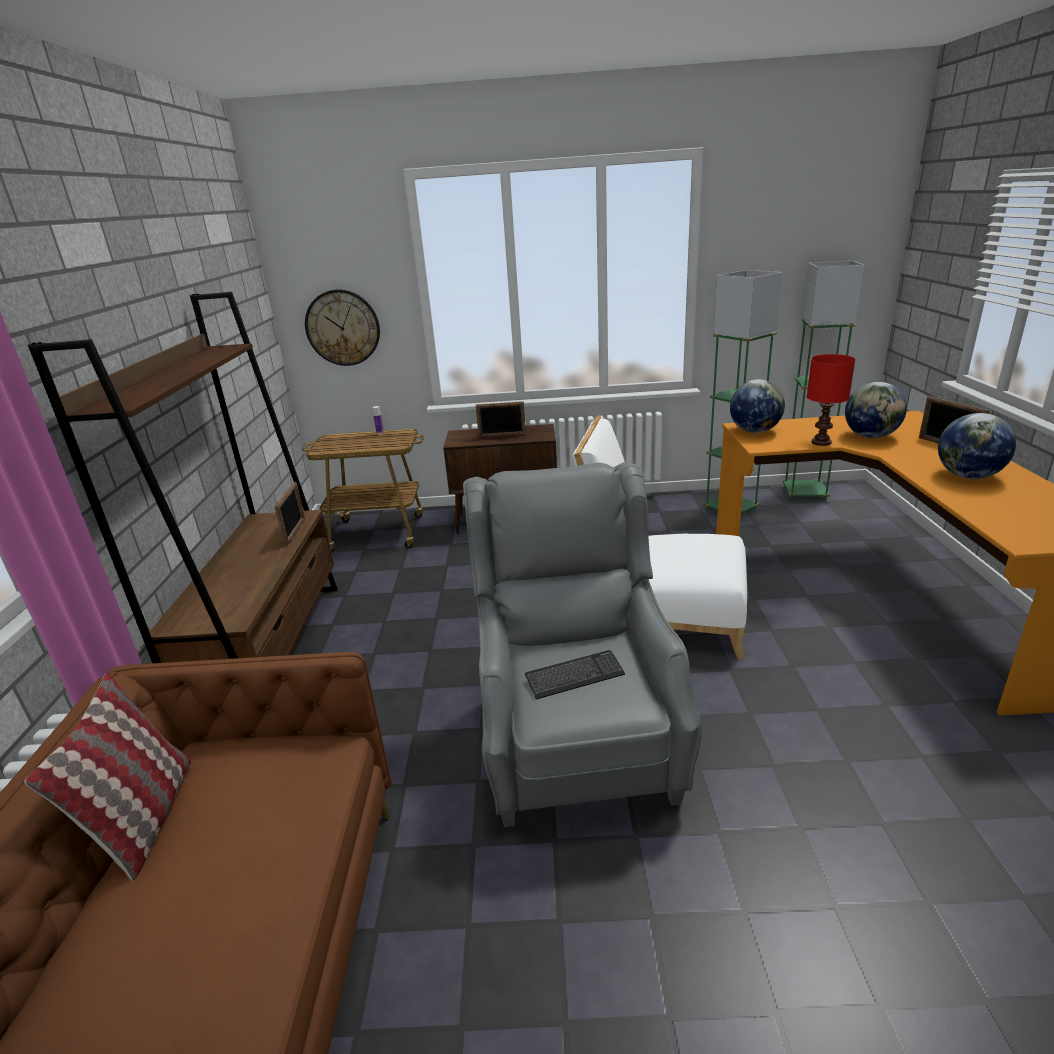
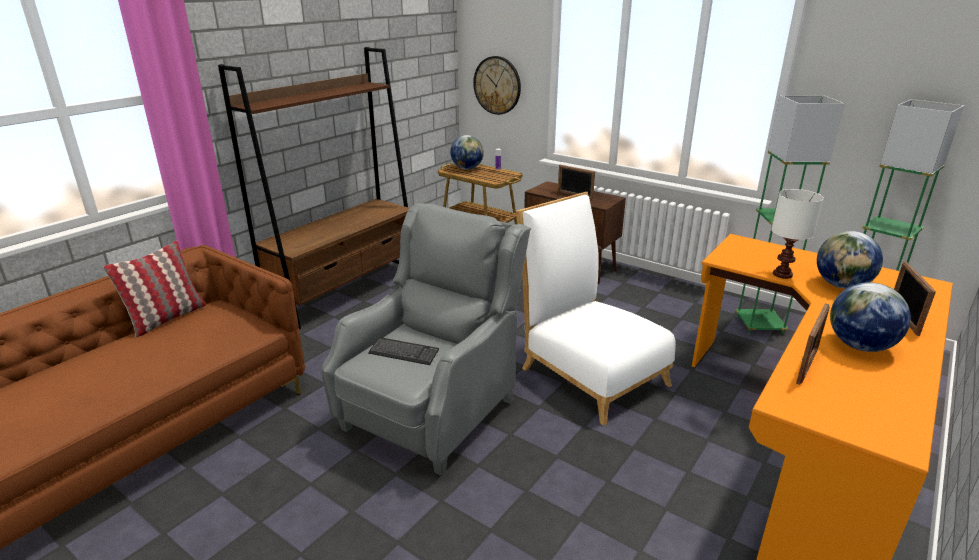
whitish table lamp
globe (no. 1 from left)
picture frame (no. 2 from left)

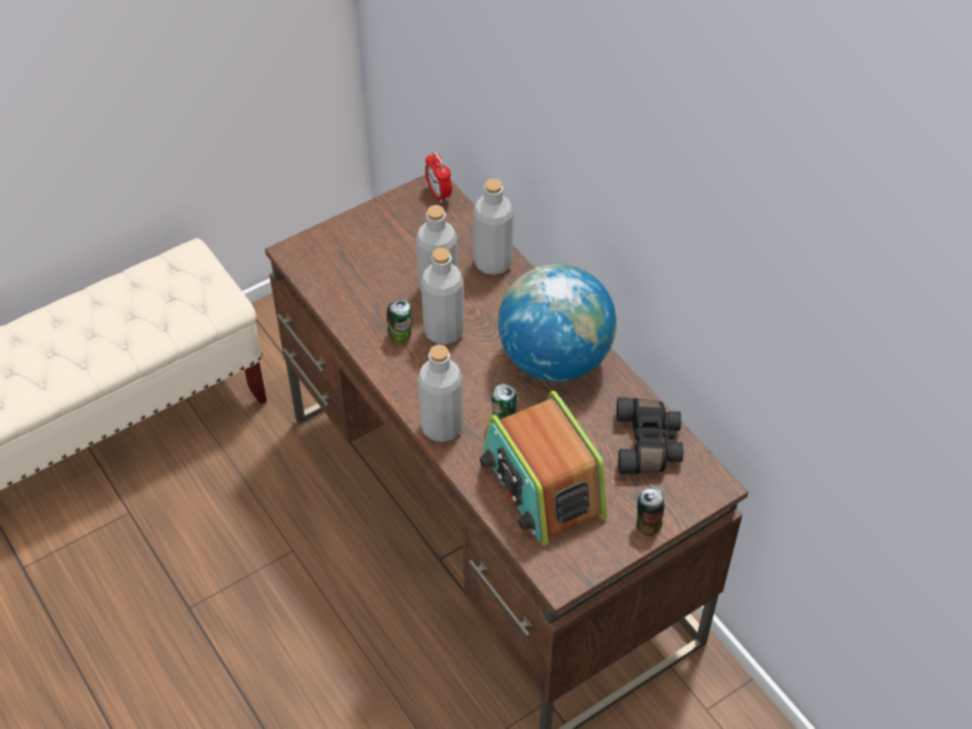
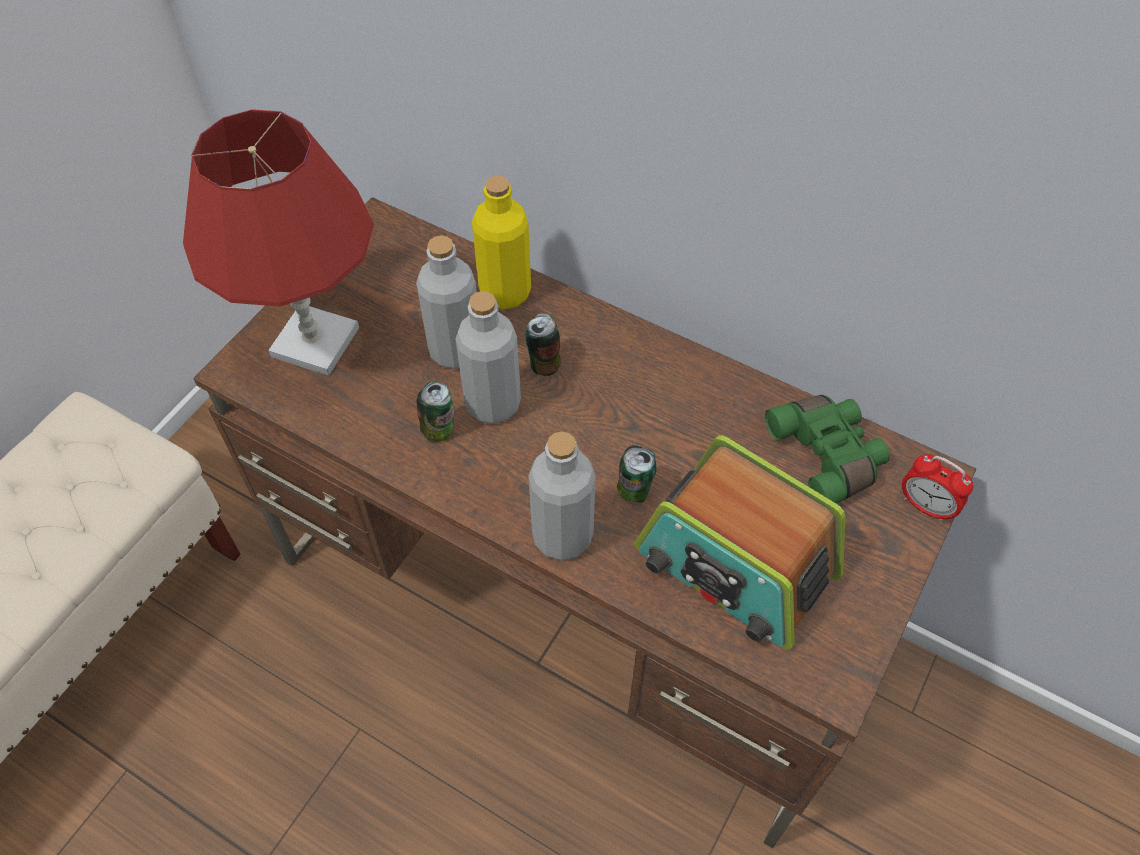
alarm clock
yellow-coloured drink bottle
globe
green pair of binoculars
sealed can (no. 2 from left)
red table lamp

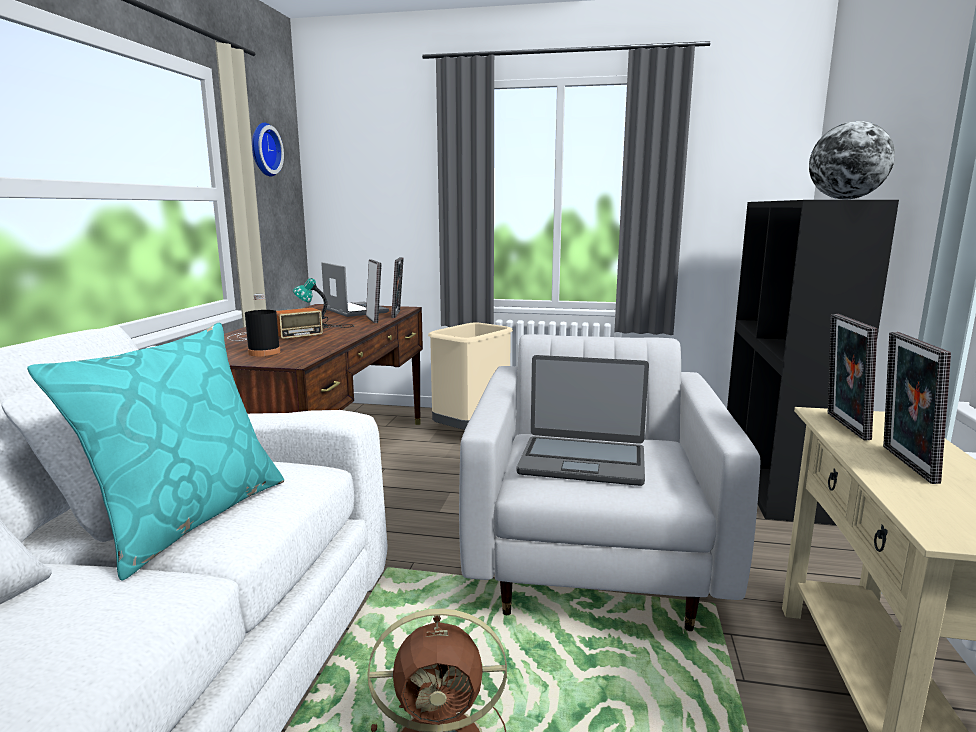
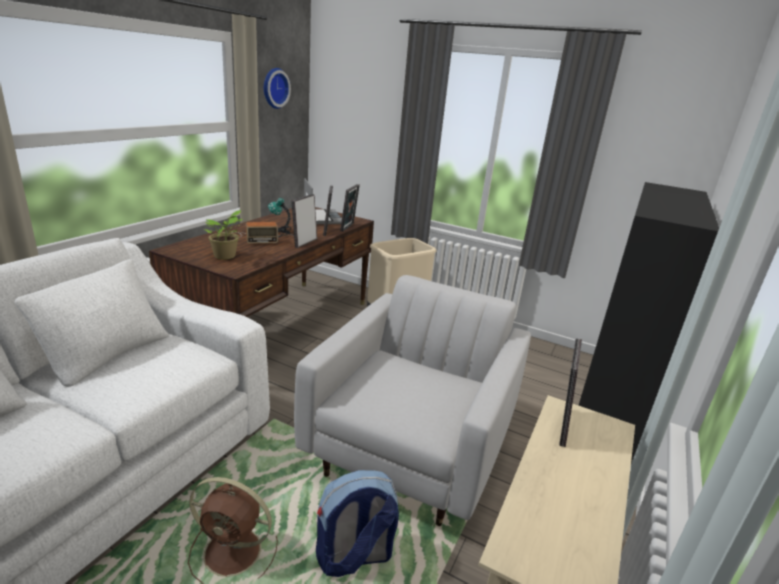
globe
potted plant
turquoise throw pillow
picture frame (no. 1 from left)
notebook computer (no. 2 from left in the first image)
backpack

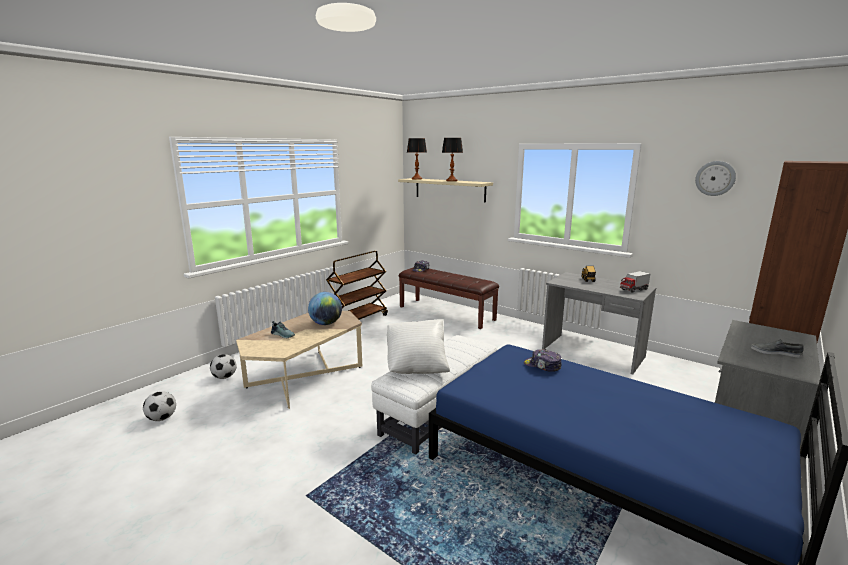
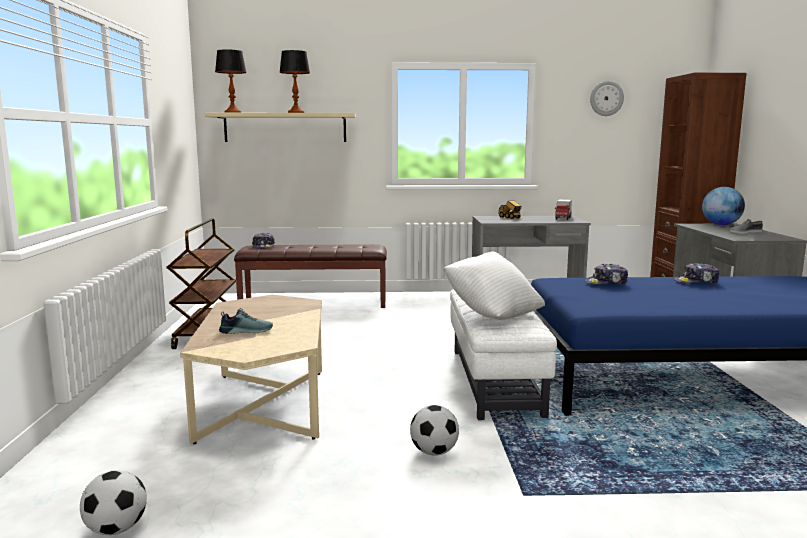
globe
football ball (no. 2 from left)
cap (no. 3 from left)

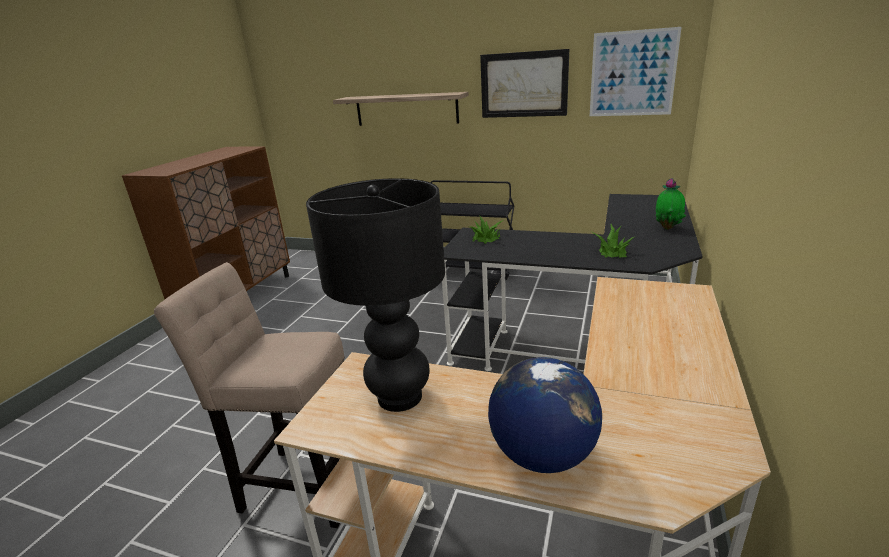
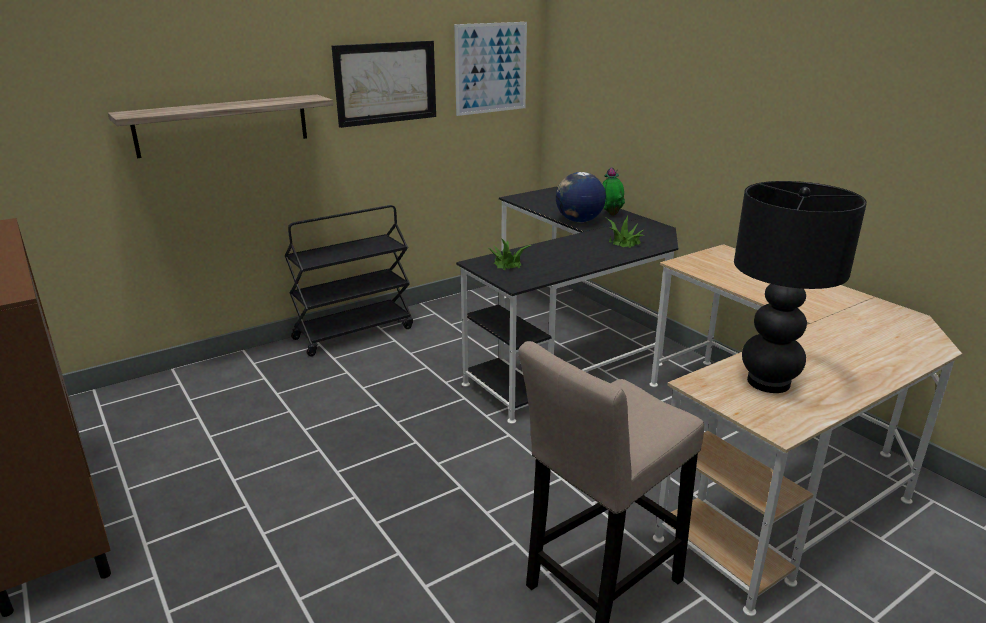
globe

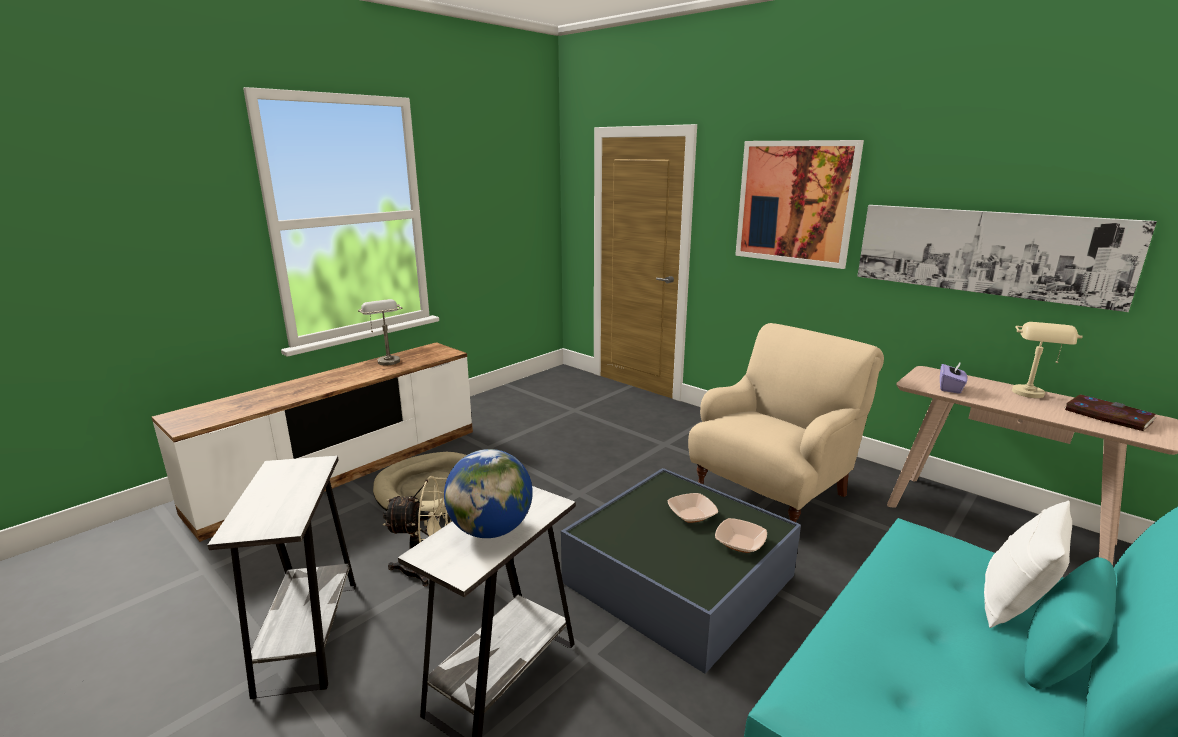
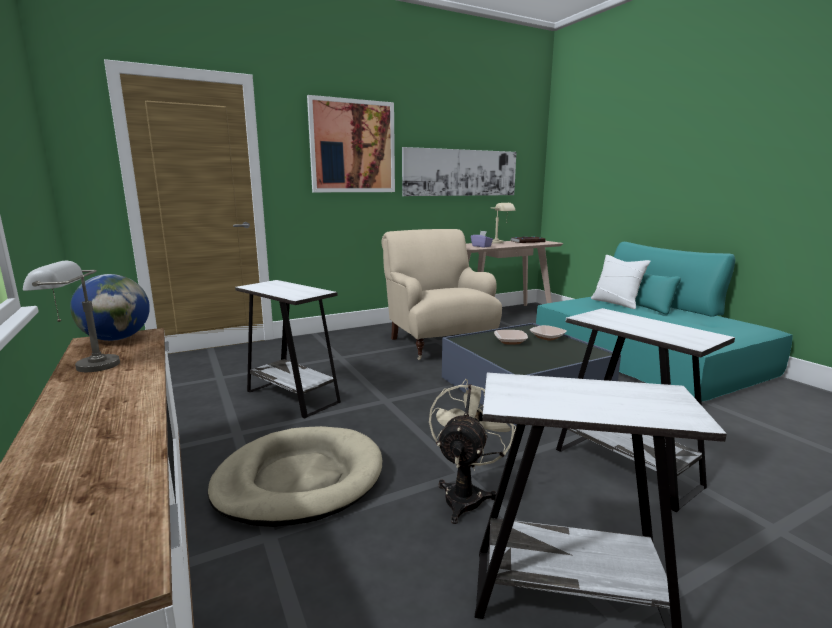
globe
whitish side table (no. 1 from left)

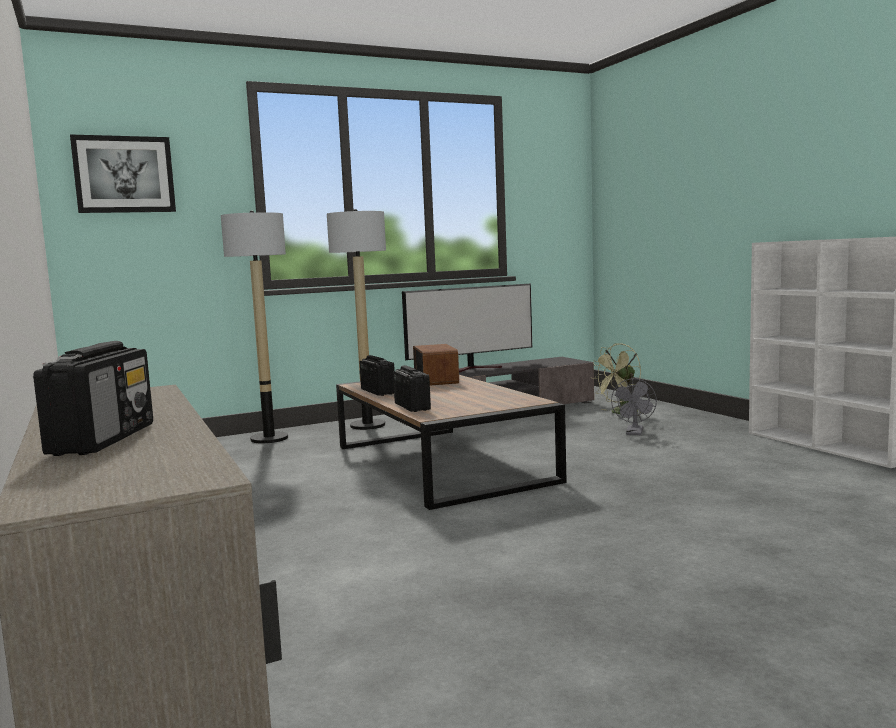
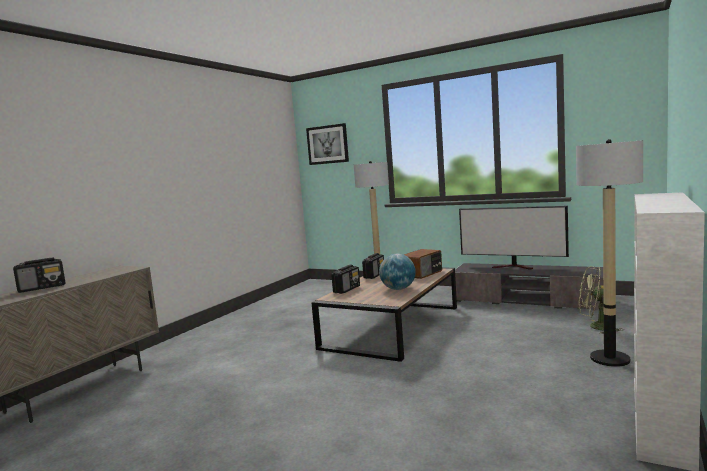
standing lamp (no. 2 from left)
greyish electric fan
globe

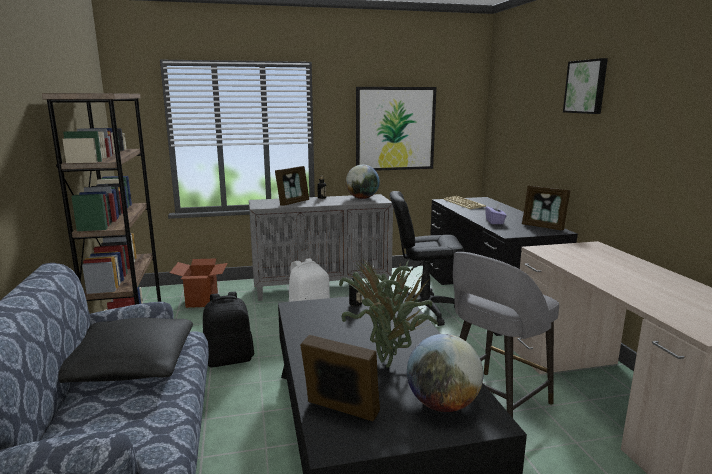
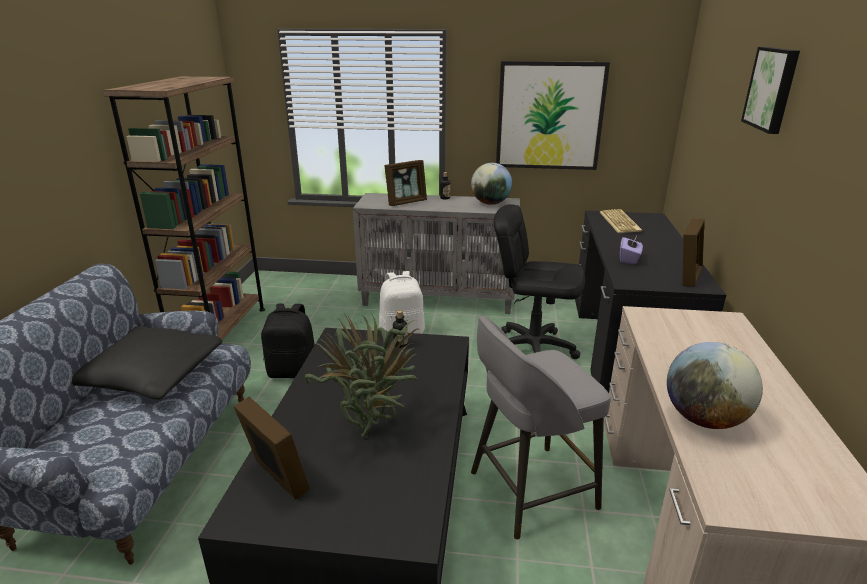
picture frame (no. 3 from left)
cardboard box
globe (no. 2 from left)

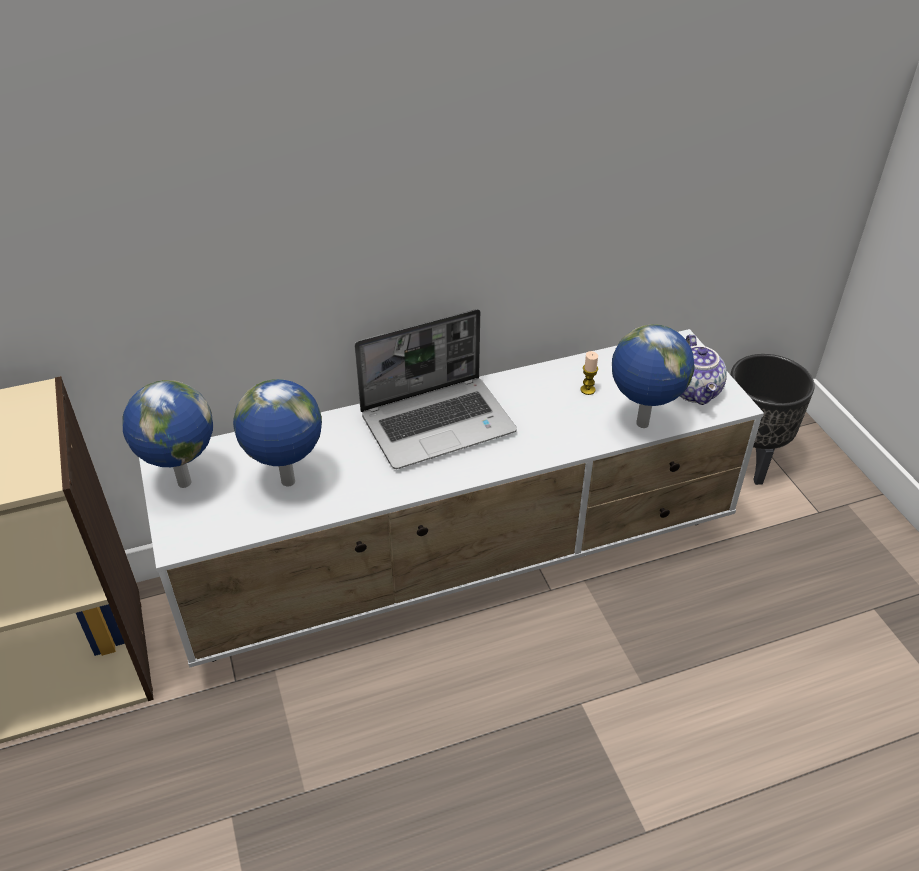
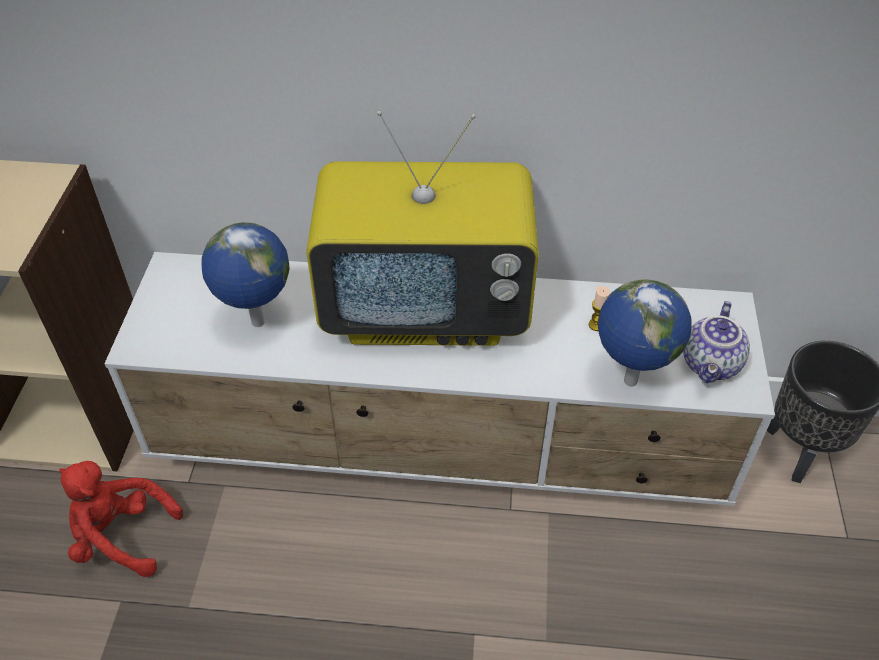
TV set
globe (no. 1 from left in the first image)
red plush toy

